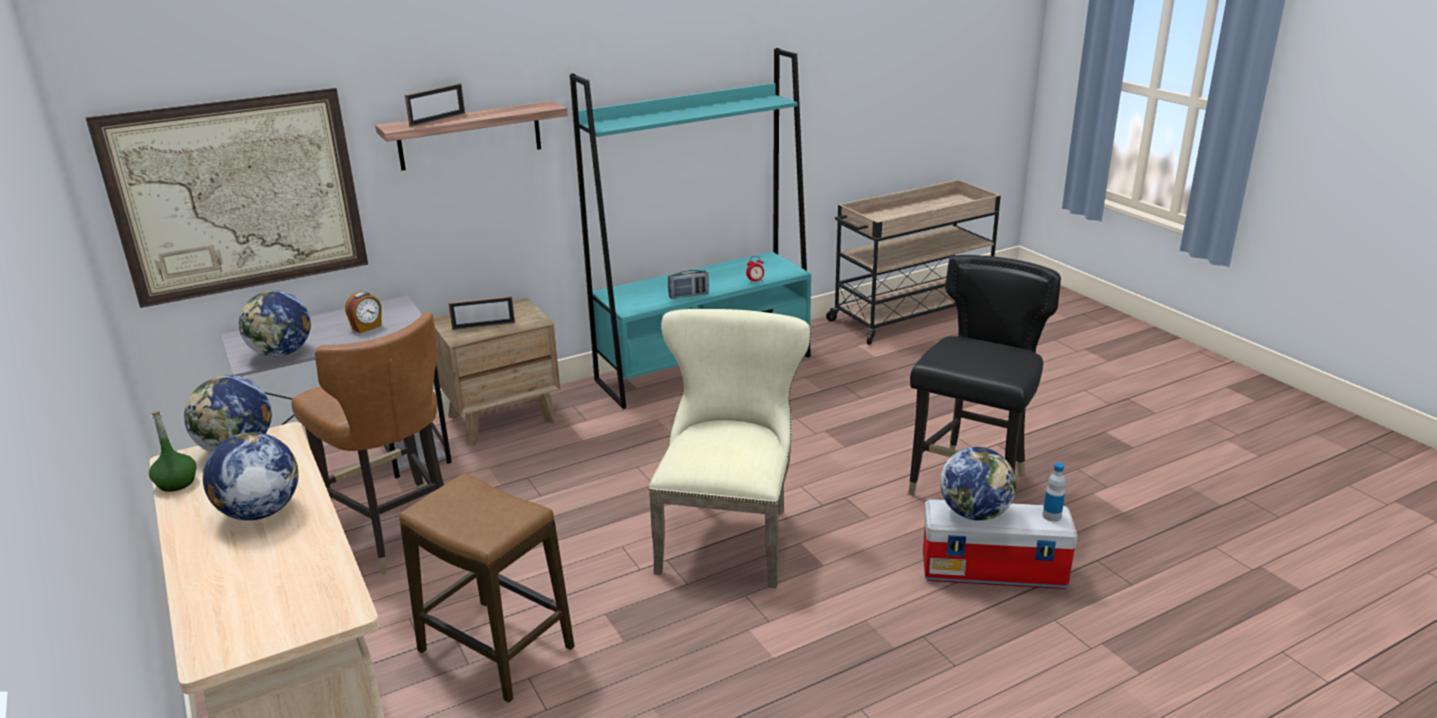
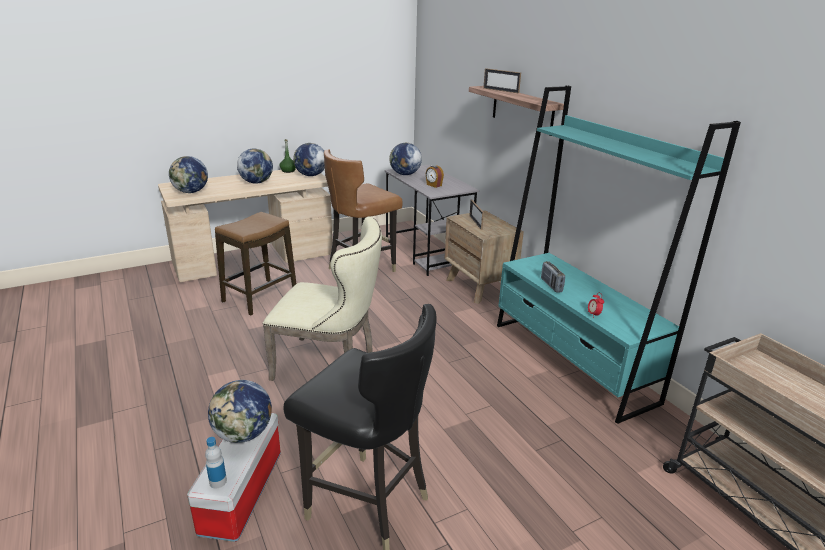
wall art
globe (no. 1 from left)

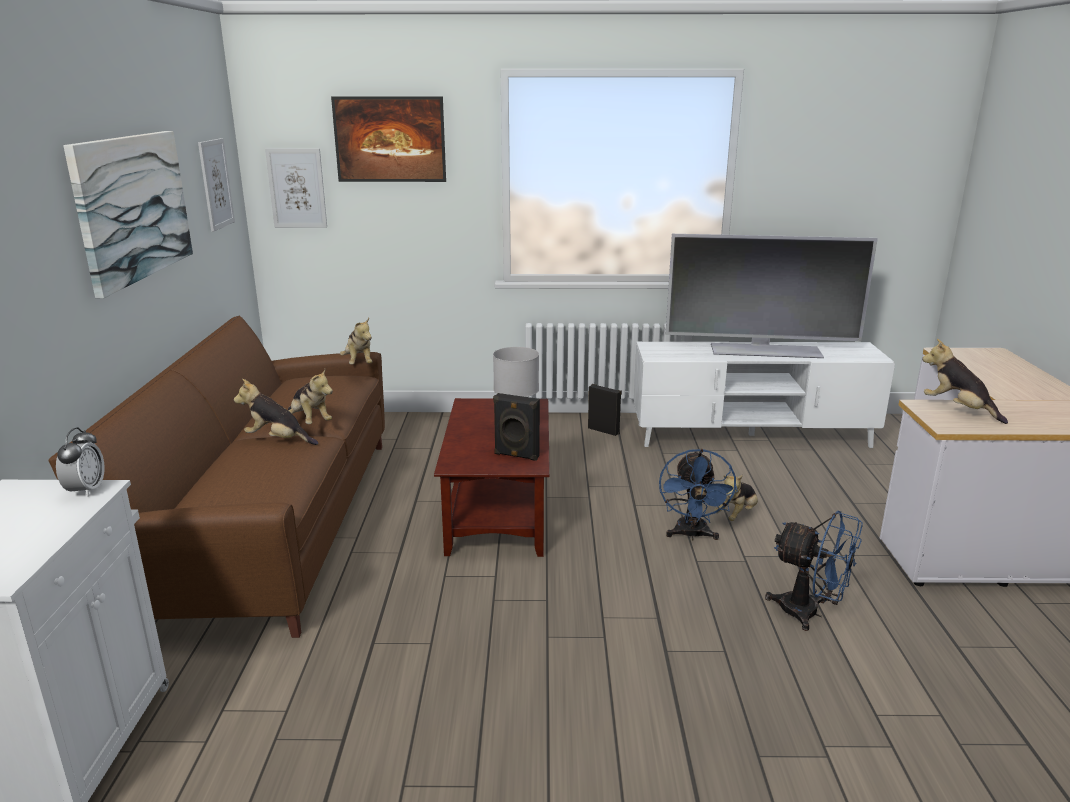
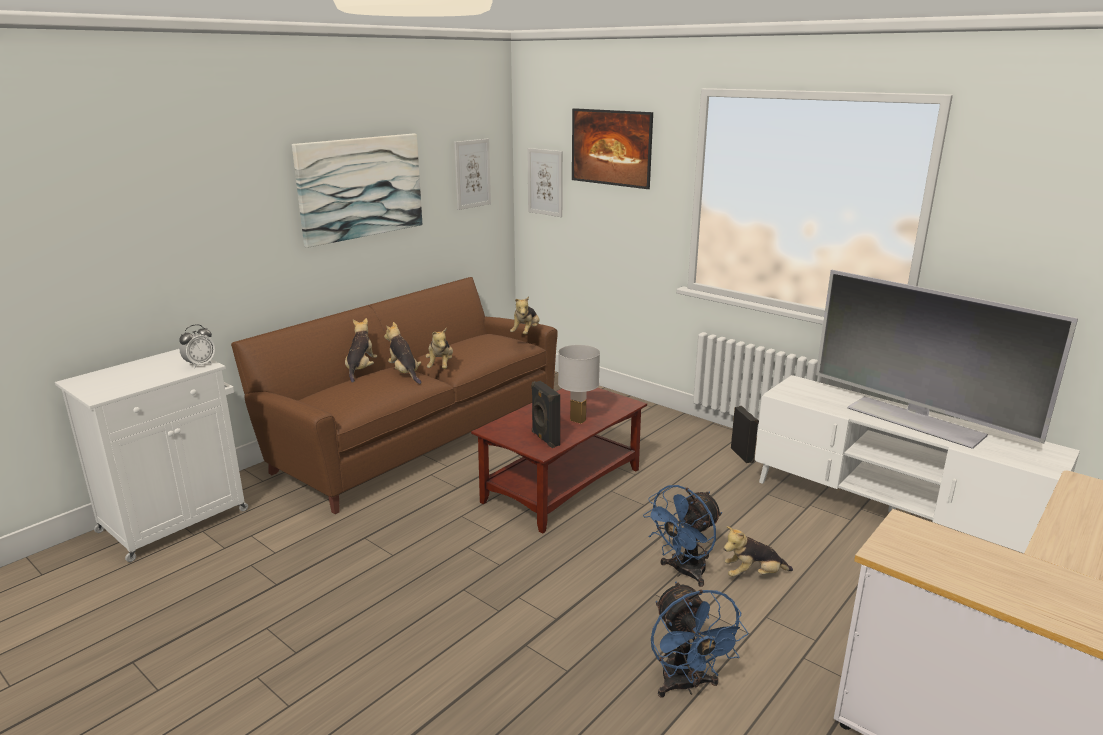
plush toy (no. 1 from left)

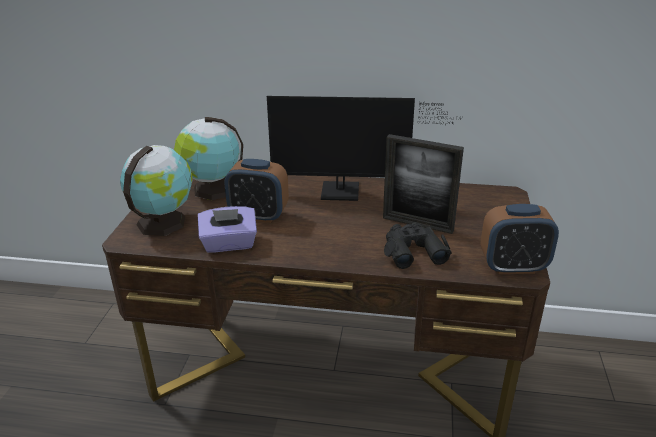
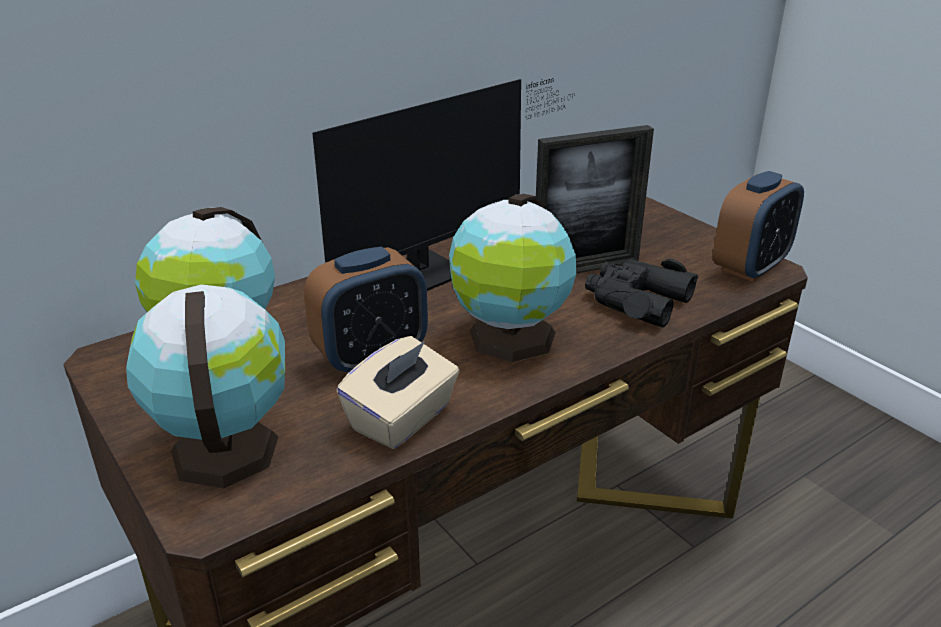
beige tissue box
globe (no. 3 from left)

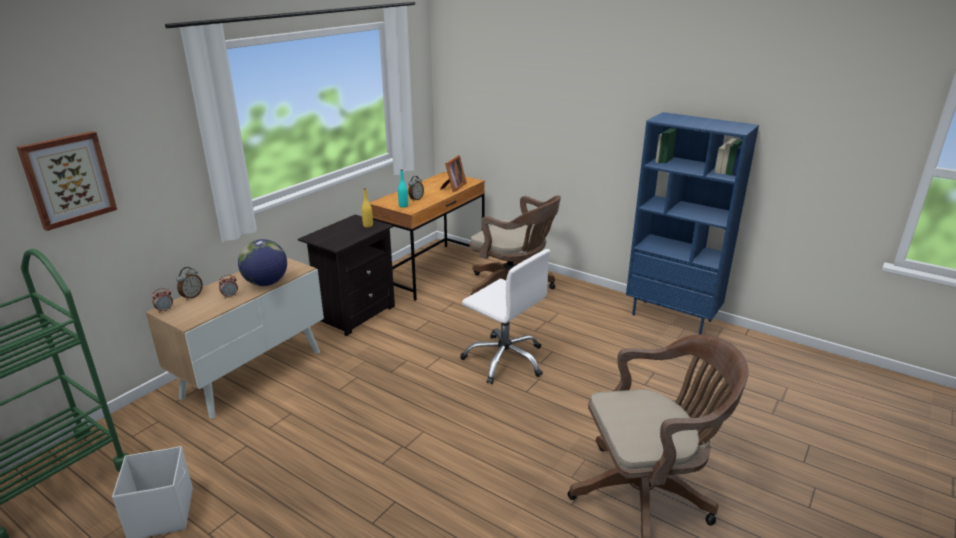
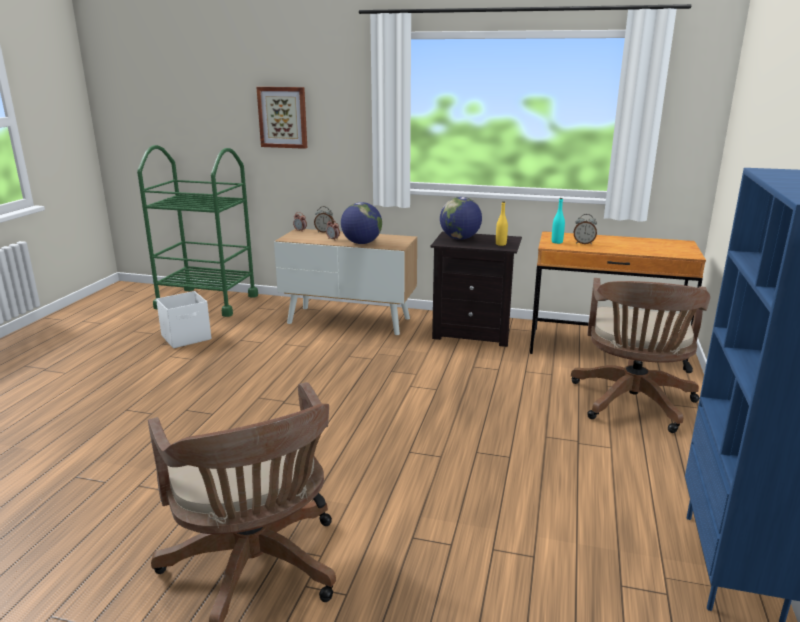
picture frame
whitish computer chair
globe (no. 2 from left)

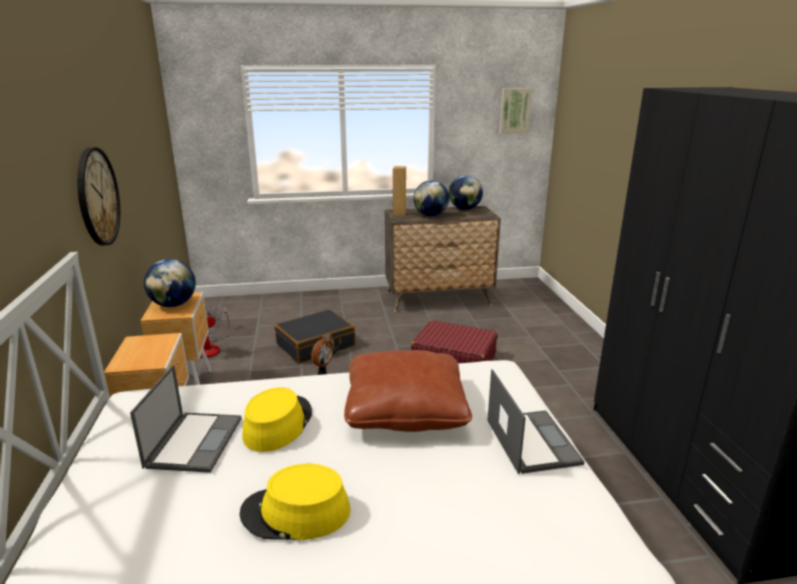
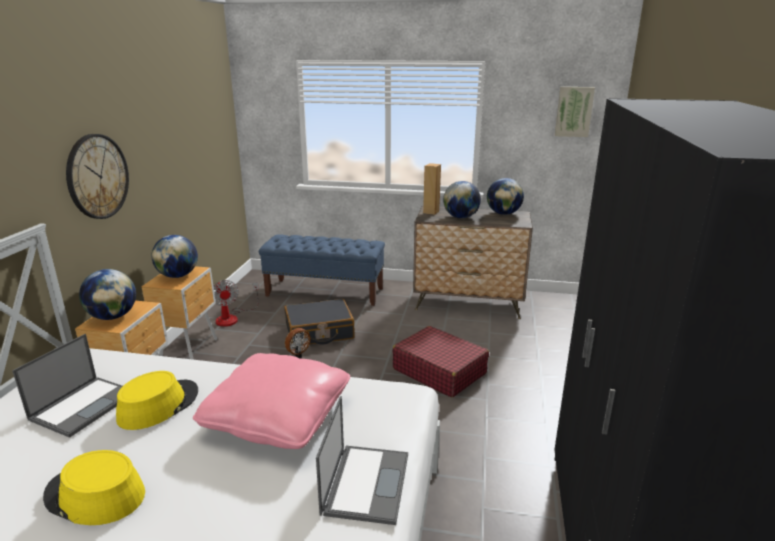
pinkish throw pillow
blue bench
globe (no. 1 from left)

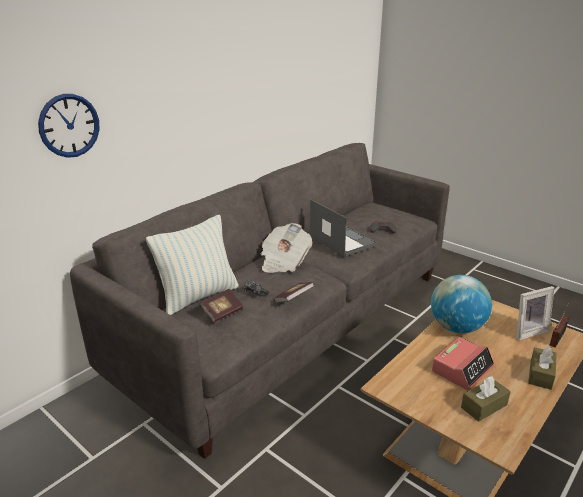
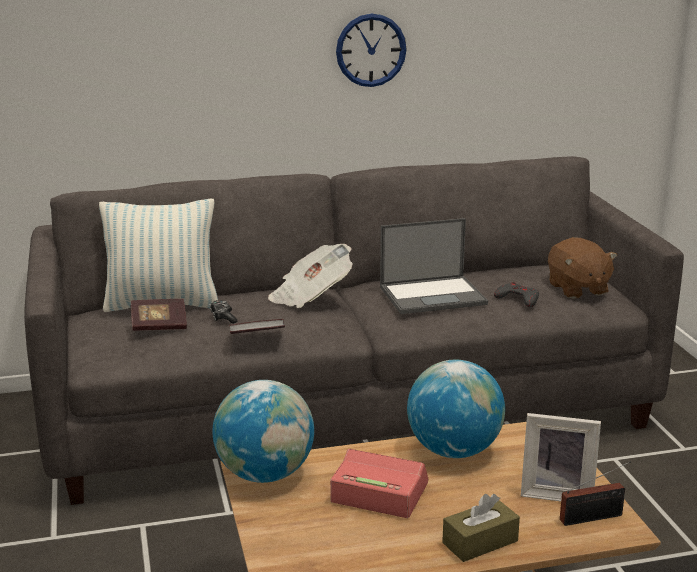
wall clock
notebook computer
alarm clock
brownish tissue box (no. 1 from left in the first image)
brownish plush toy
globe (no. 1 from left)

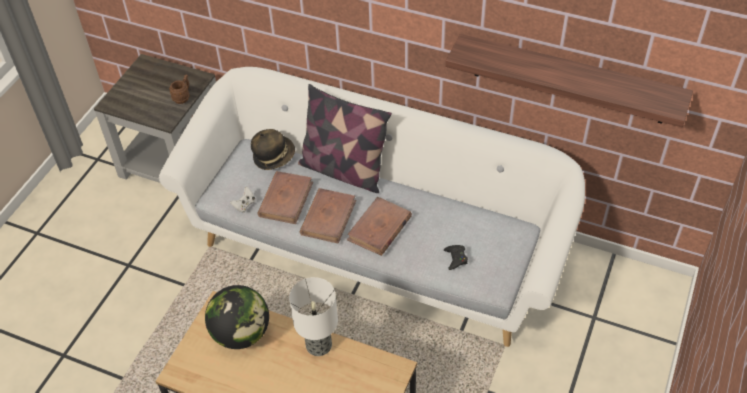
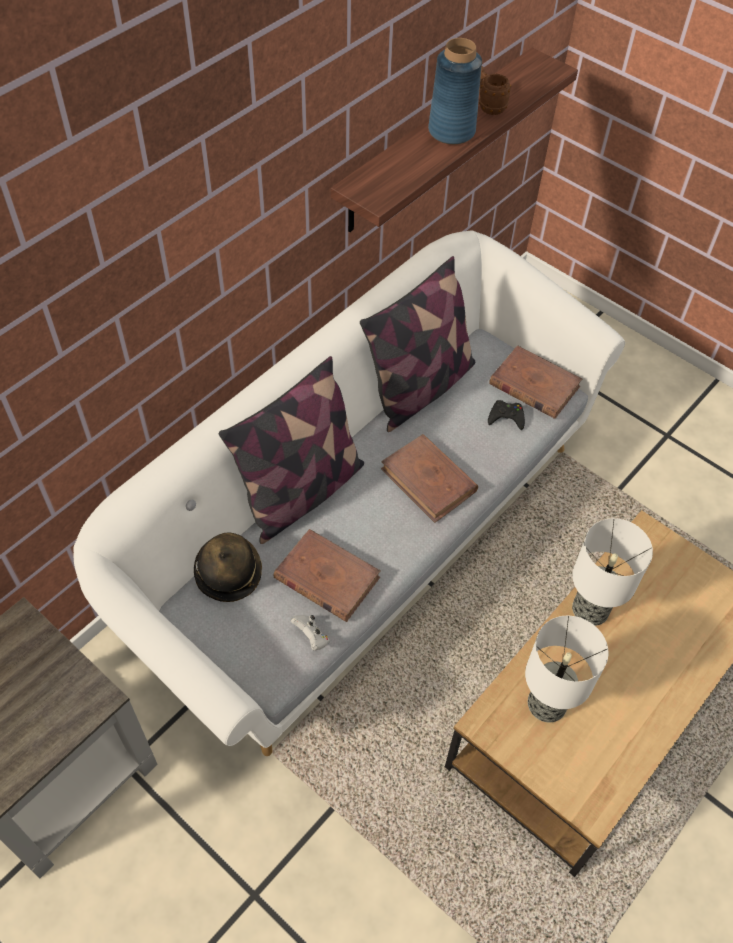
brownish tea mug
brownish volume (no. 3 from left)
table lamp (no. 1 from left)
blue decorative vase
throw pillow (no. 2 from left)

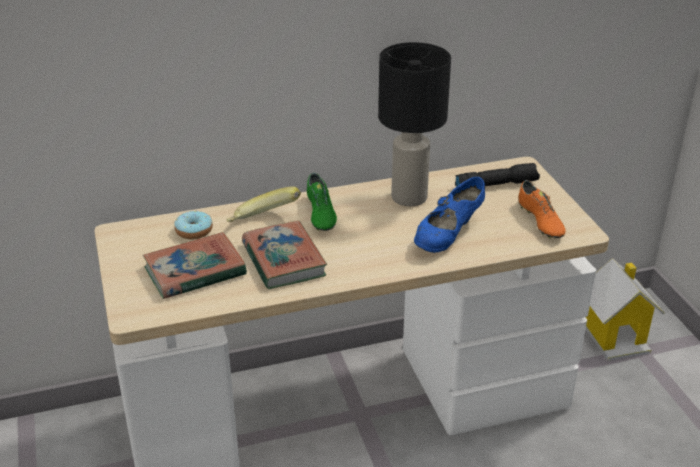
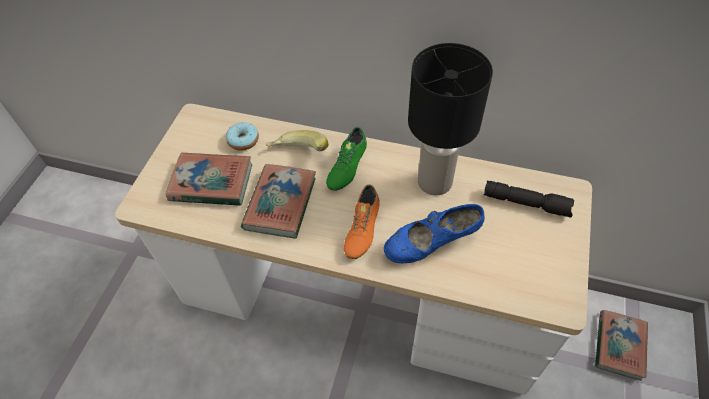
orange-coloured item of footwear
volume (no. 3 from left)

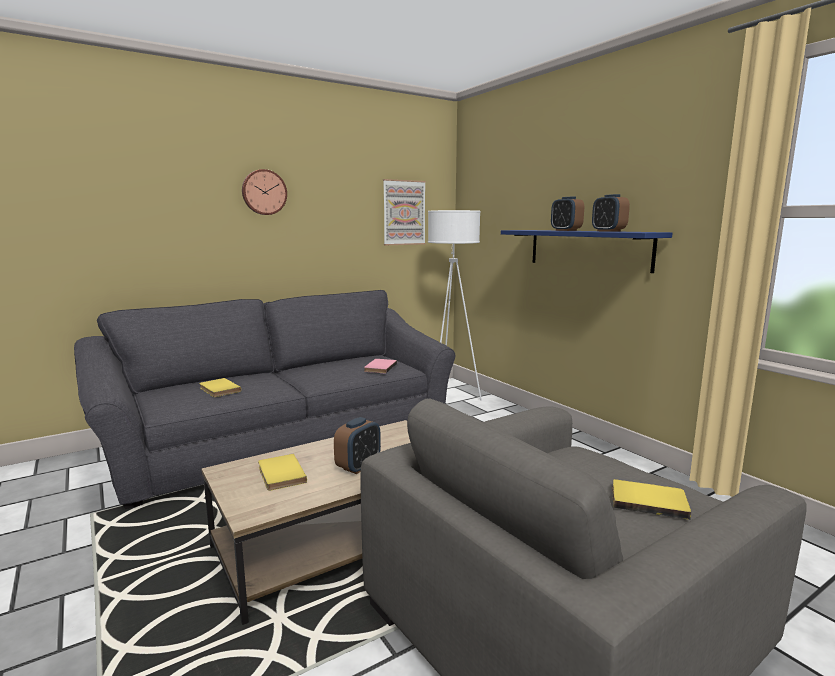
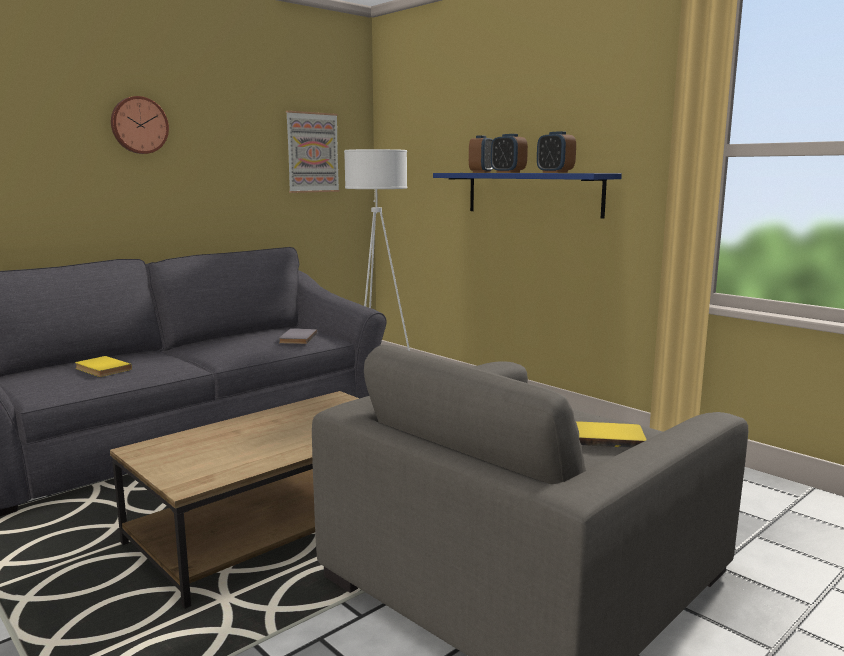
greyish volume
alarm clock (no. 1 from left)
yellow-coloured volume (no. 2 from left in the first image)

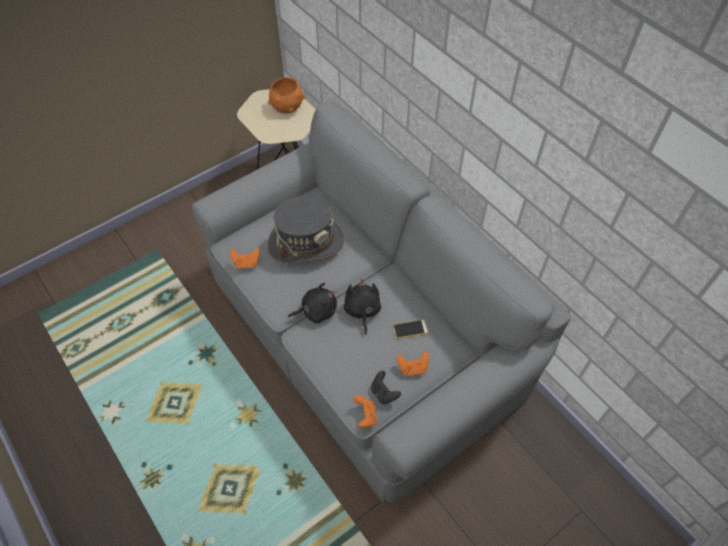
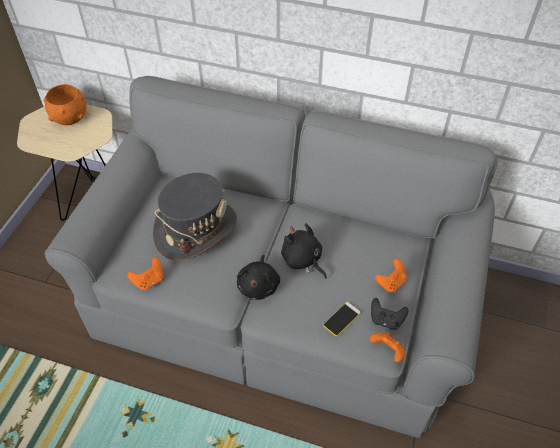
blackish plush toy (no. 1 from left)
handset

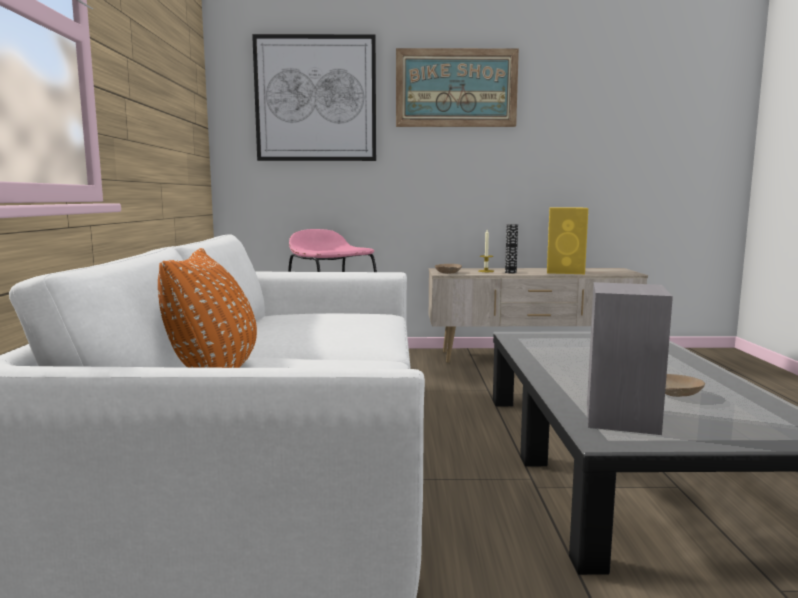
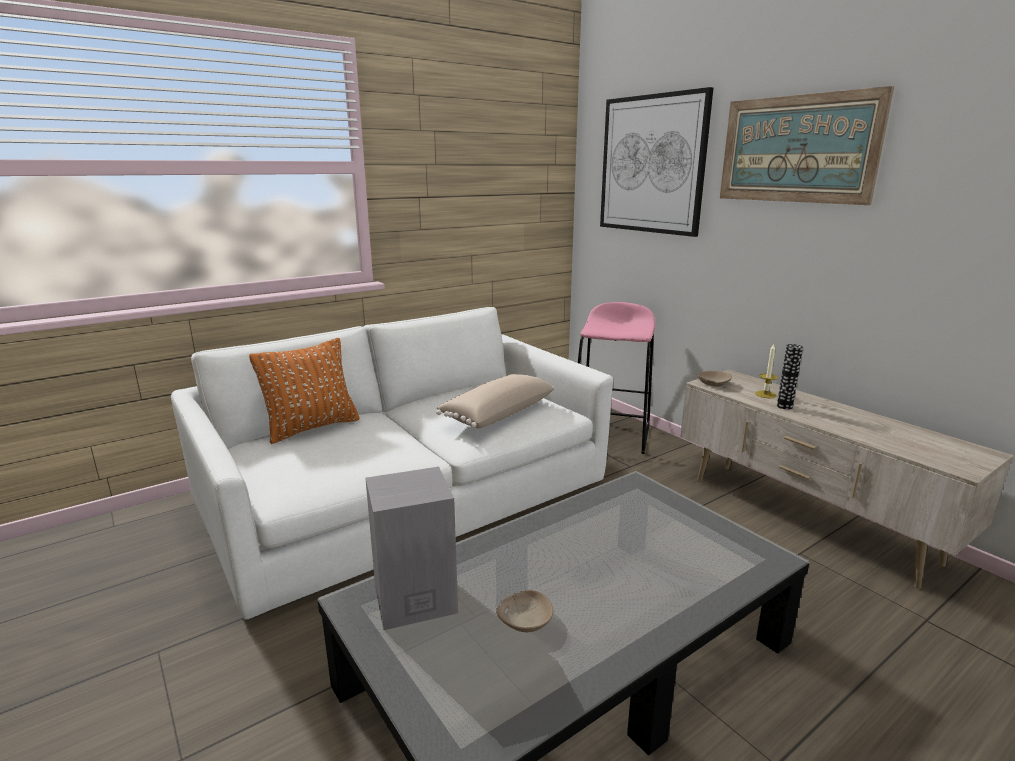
yellow-coloured speaker
beige throw pillow

